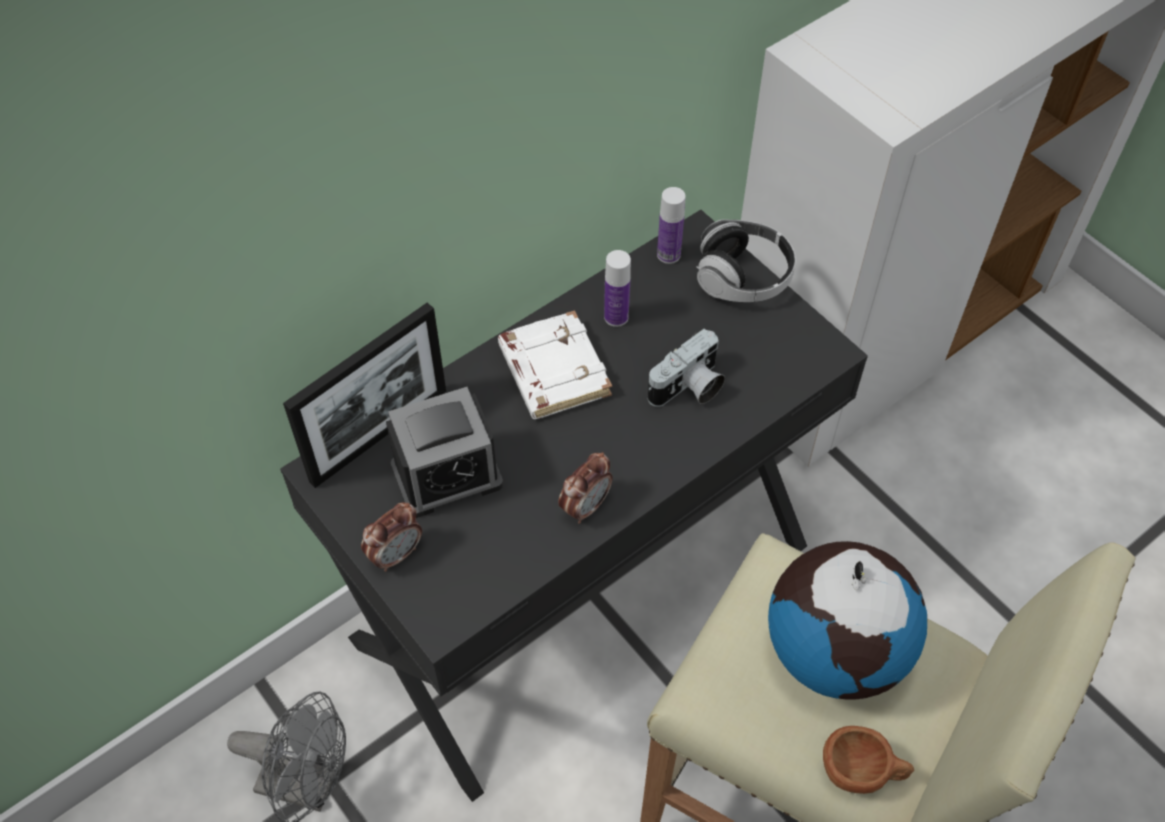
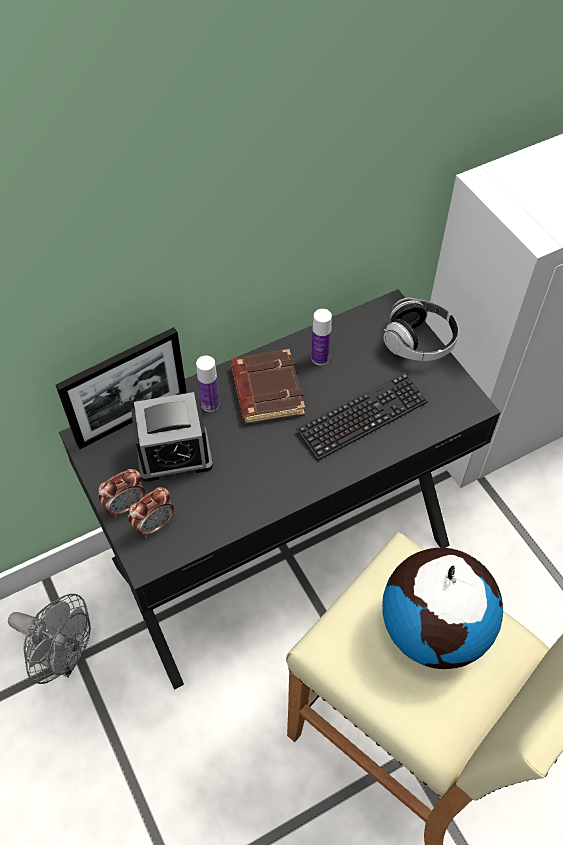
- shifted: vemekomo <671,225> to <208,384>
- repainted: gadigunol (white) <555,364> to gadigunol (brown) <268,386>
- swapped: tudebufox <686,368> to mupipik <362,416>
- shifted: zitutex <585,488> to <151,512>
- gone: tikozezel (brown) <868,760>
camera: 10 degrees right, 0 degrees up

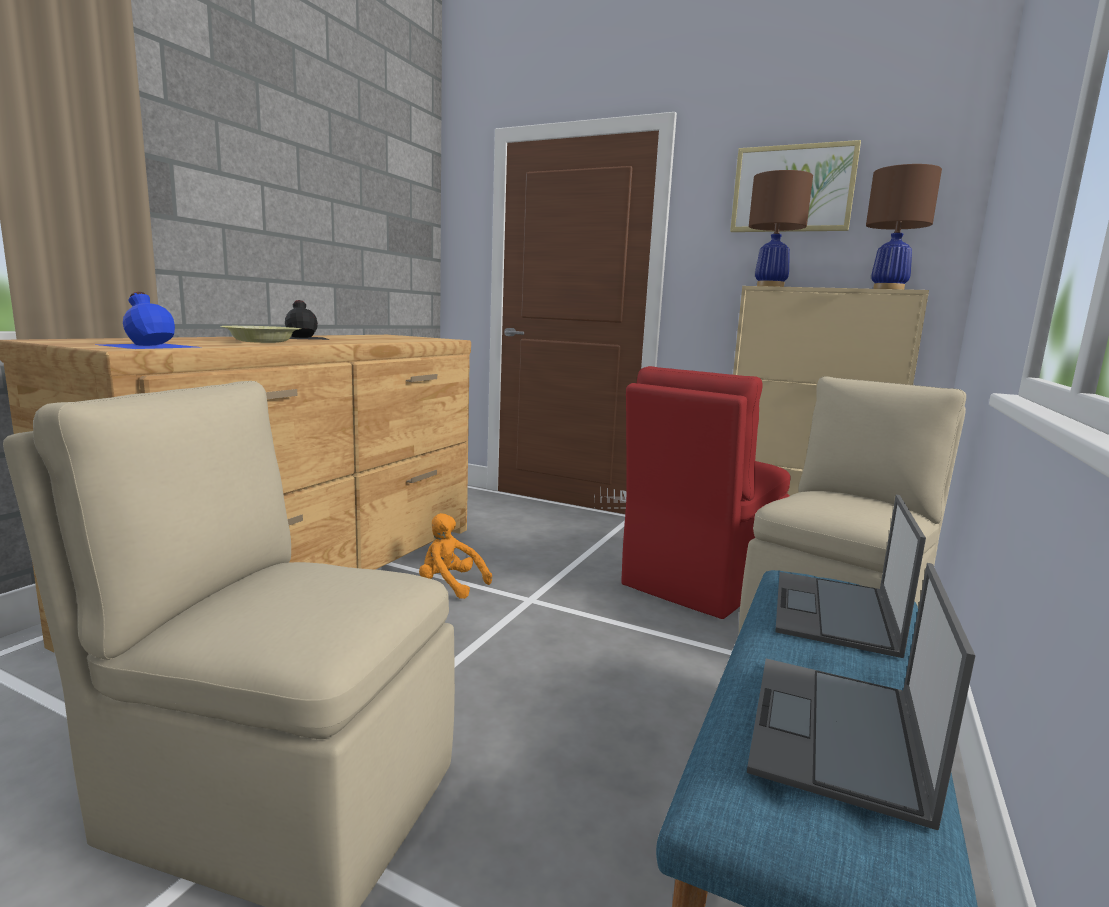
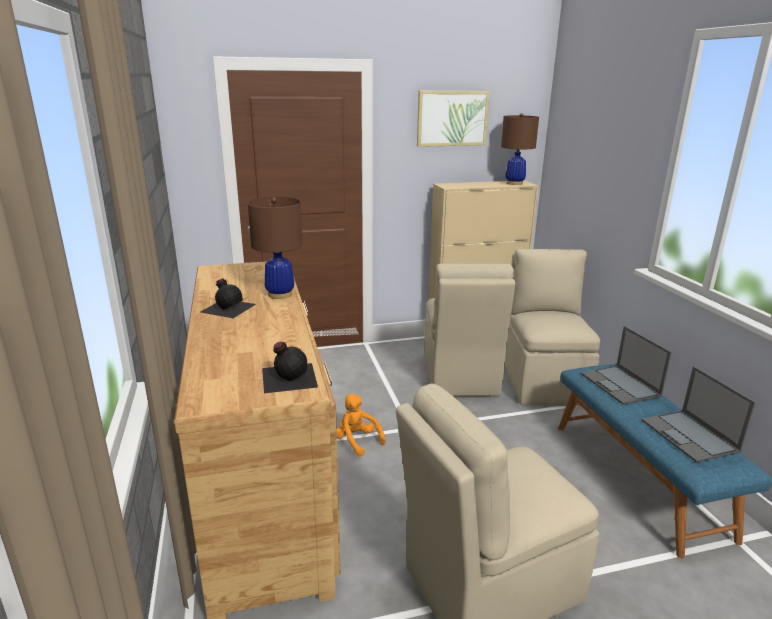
- shifted: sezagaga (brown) <781,228> to <275,248>
- repainted: vemekomo (blue) <147,320> to vemekomo (black) <290,367>
- gone: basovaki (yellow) <260,334>
- repainted: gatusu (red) <706,492> to gatusu (beige) <470,330>
- rotated: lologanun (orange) <455,556> = <361,425> 60 degrees clockwise
camera: 40 degrees left, 10 degrees up

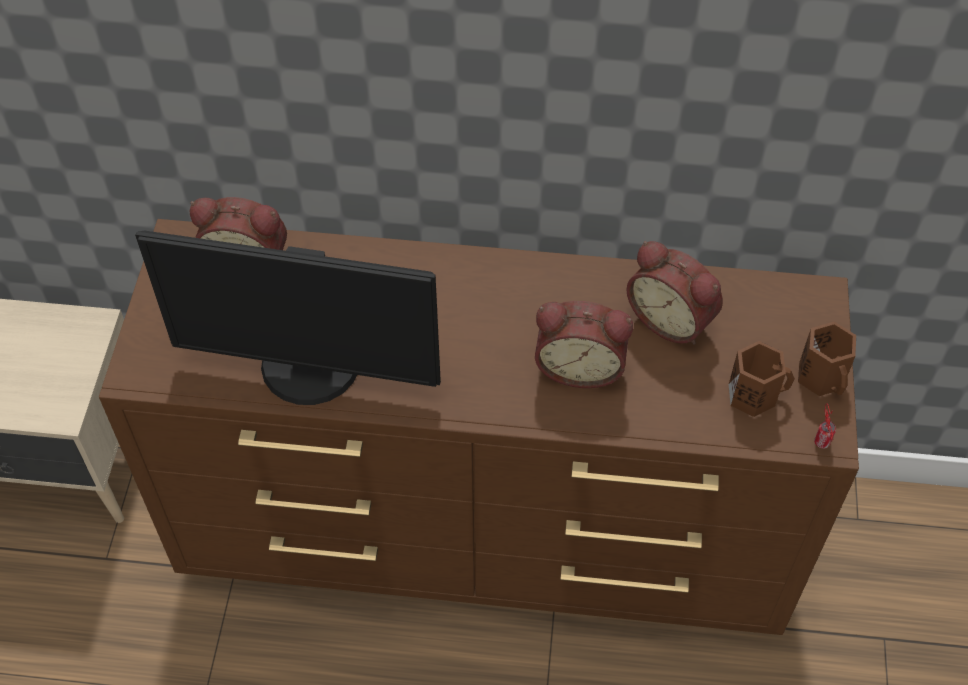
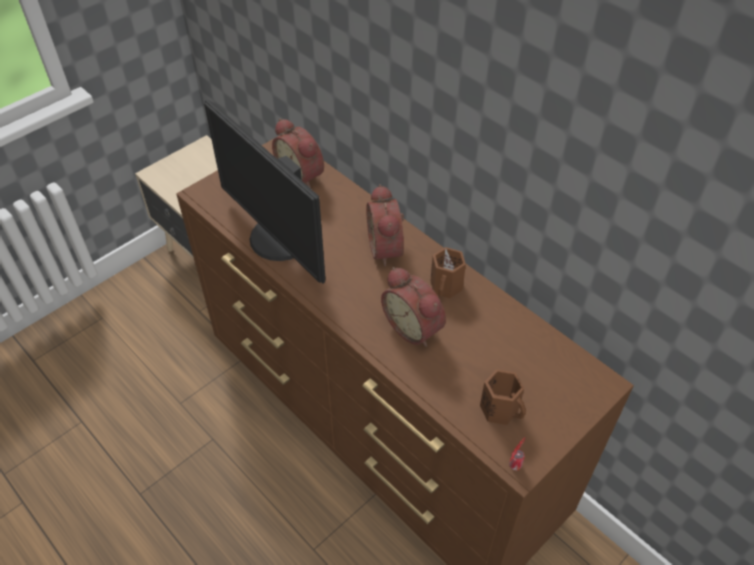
- shifted: zitutex <675,293> to <385,225>
- shifted: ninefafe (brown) <827,359> to <448,272>
camera: 40 degrees right, 5 degrees down

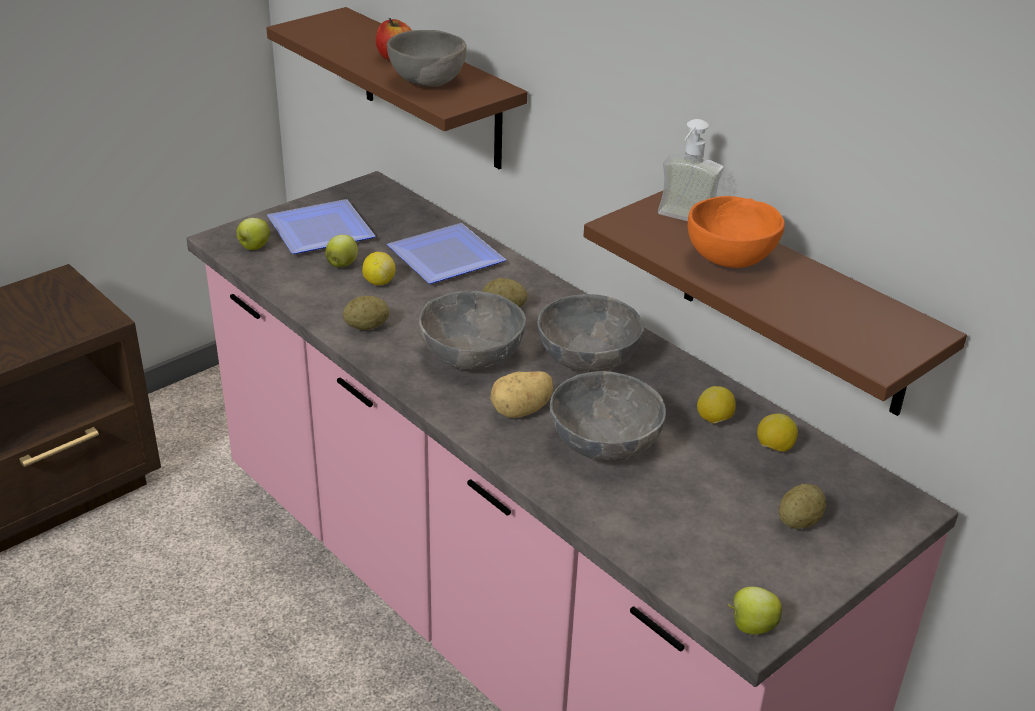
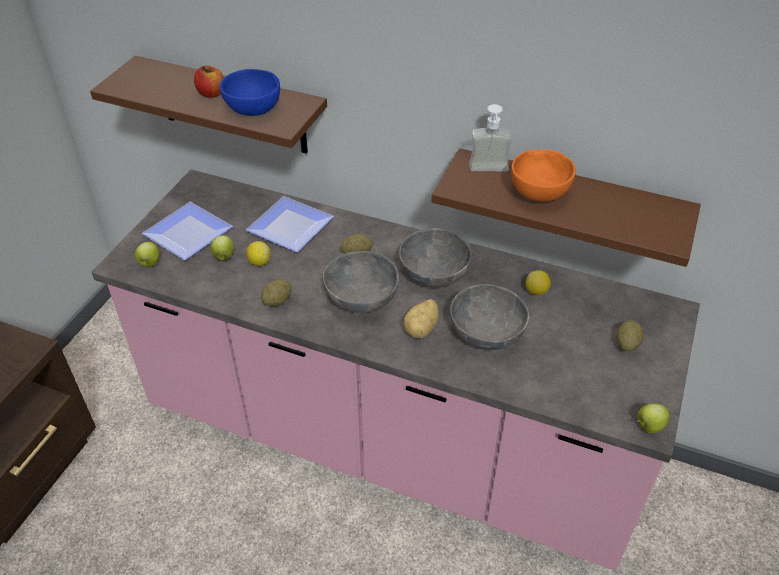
- repainted: basovaki (grey) <427,58> to basovaki (blue) <249,92>
- gone: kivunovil <777,433>
camera: 25 degrees left, 10 degrees up

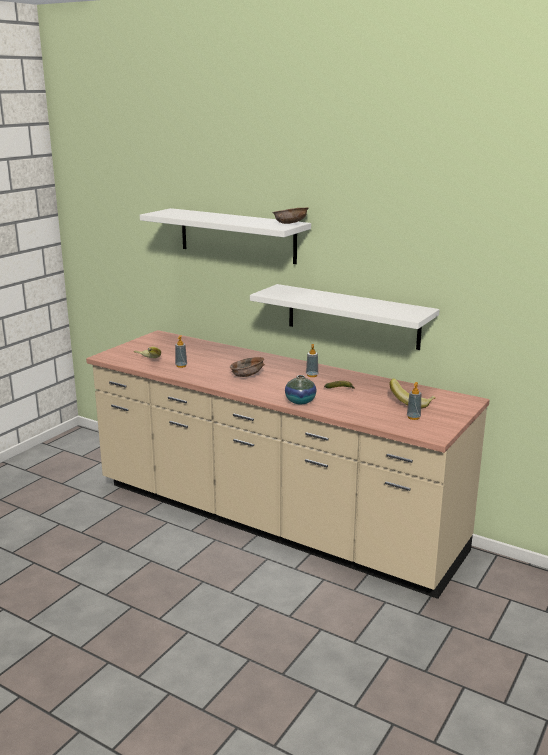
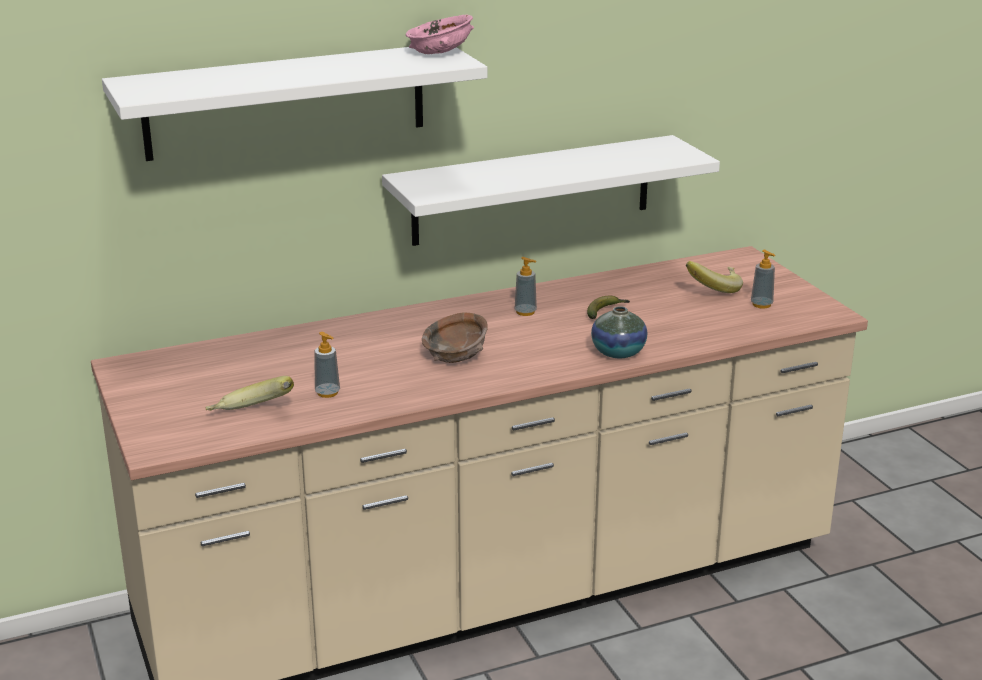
- repainted: basovaki (brown) <290,215> to basovaki (pink) <440,34>
camera: 55 degrees left, 5 degrees up

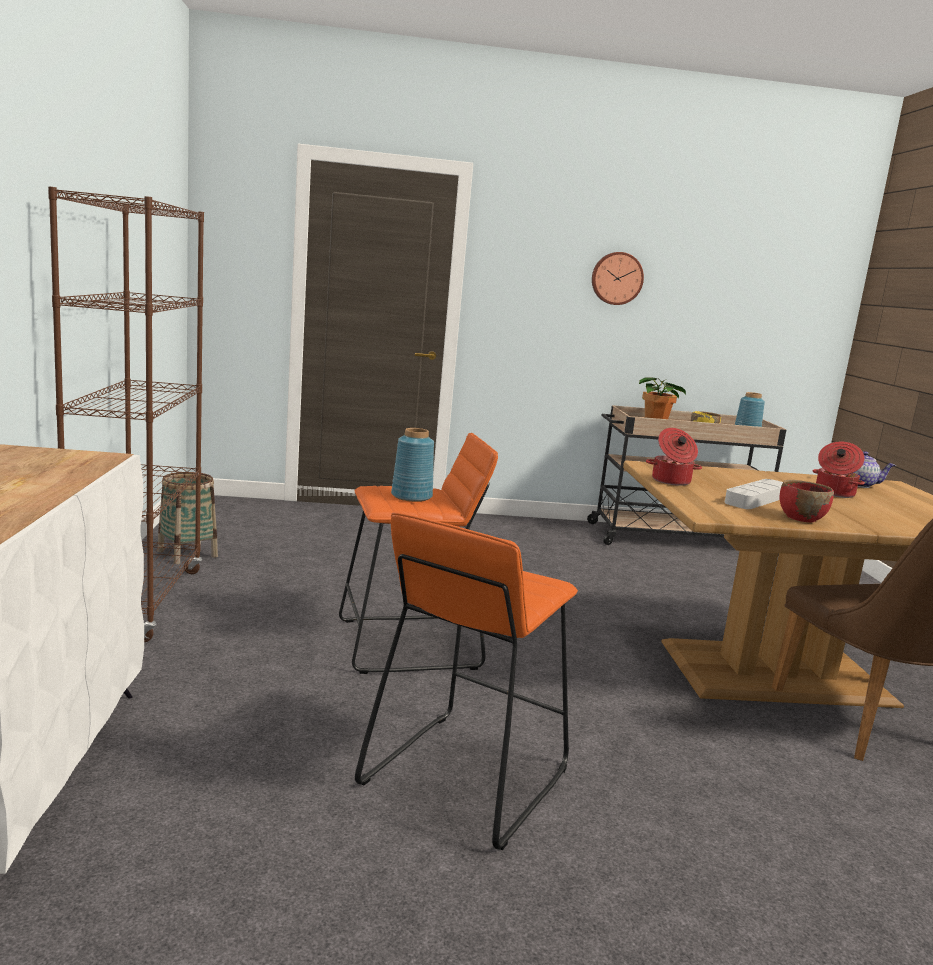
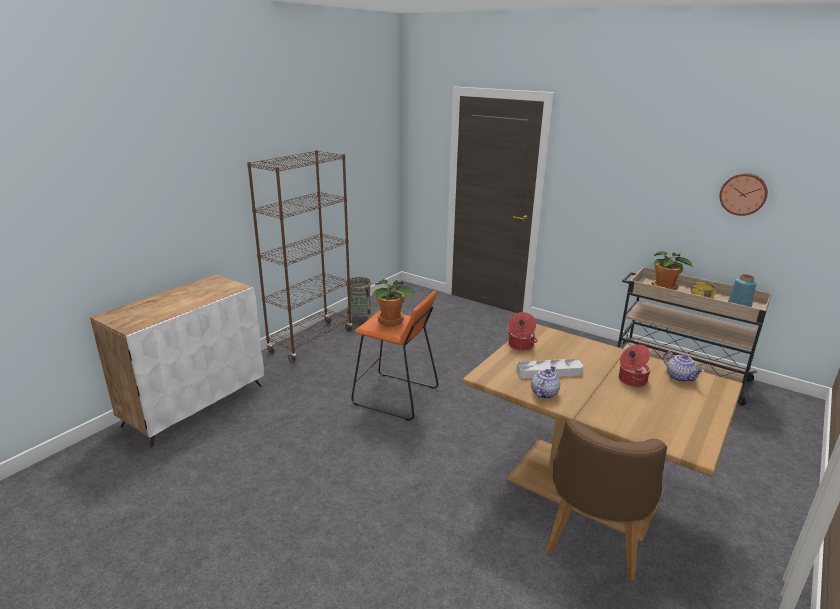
- shifted: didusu <618,278> to <743,194>
- swapped: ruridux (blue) <412,465> to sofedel <393,302>
- swapped: basovaki (red) <806,501> to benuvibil <545,382>
- gone: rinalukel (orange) <466,681>
camera: 40 degrees right, 10 degrees up

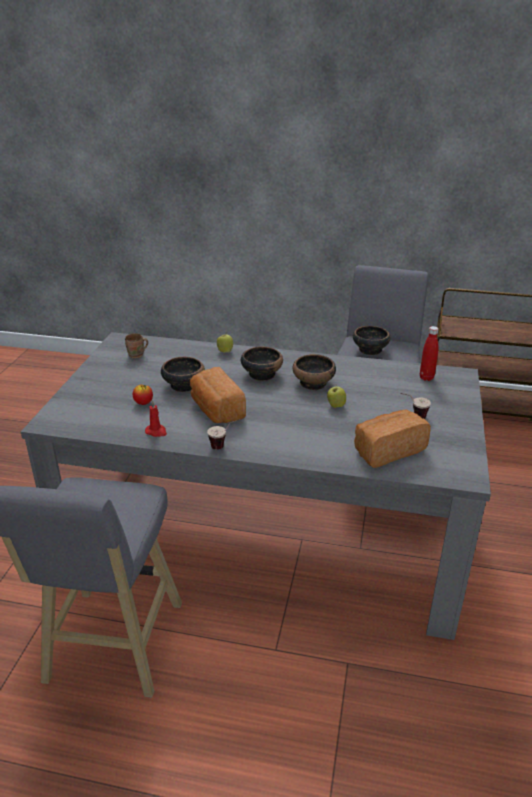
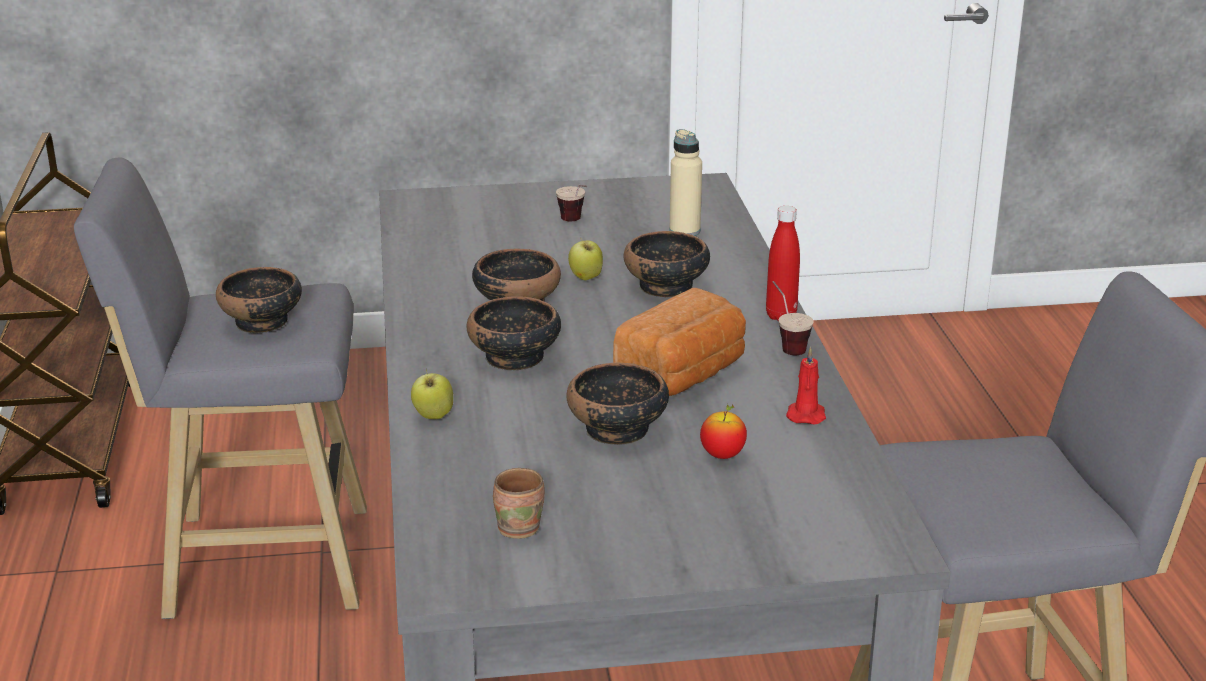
- shifted: vemekomo (red) <429,353> to <783,263>
- swapped: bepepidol <392,439> to vemekomo (beige) <685,182>
- new: basovaki <666,264>
camera: 110 degrees left, 5 degrees down

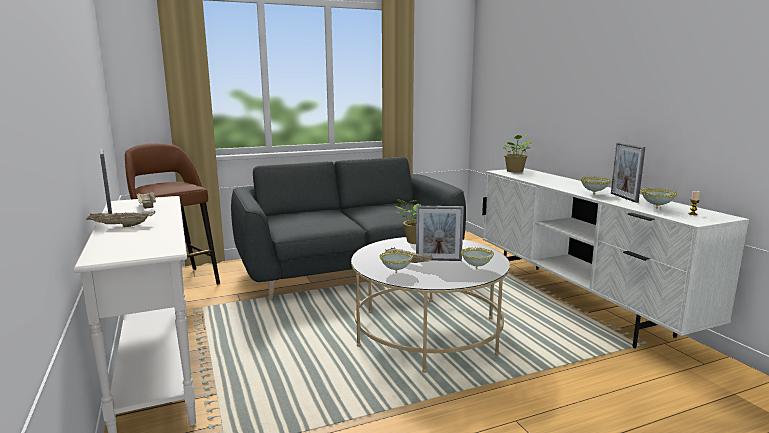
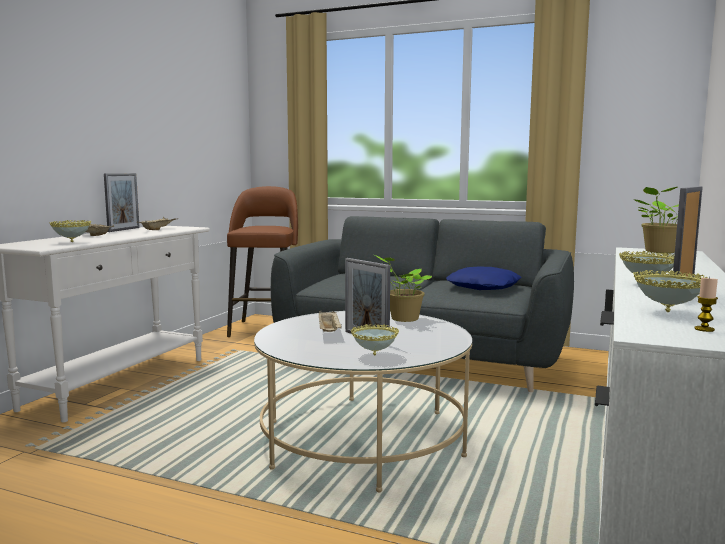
- shifted: basovaki <396,261> to <70,231>
- new: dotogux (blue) <484,278>
camera: 45 degrees right, 5 degrees down

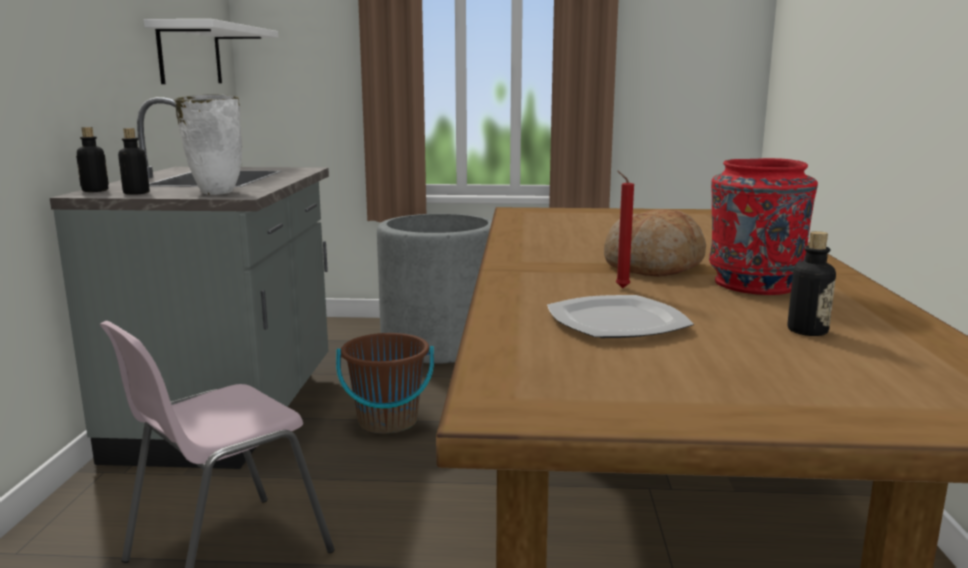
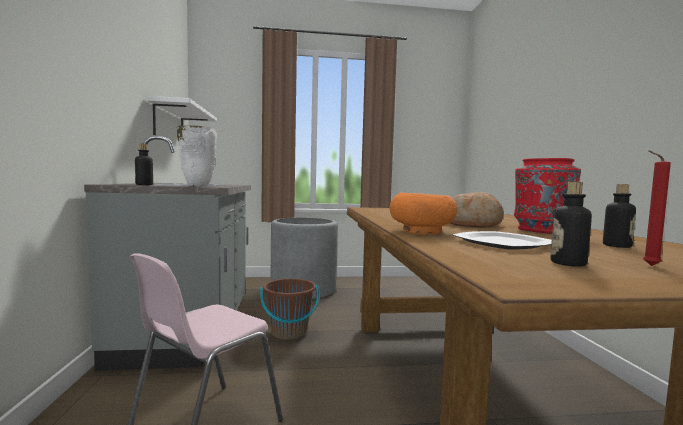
- shifted: vemekomo <92,159> to <571,224>
- shifted: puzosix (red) <625,229> to <657,208>
- new: basovaki (orange) <424,214>
camera: 10 degrees left, 10 degrees down

